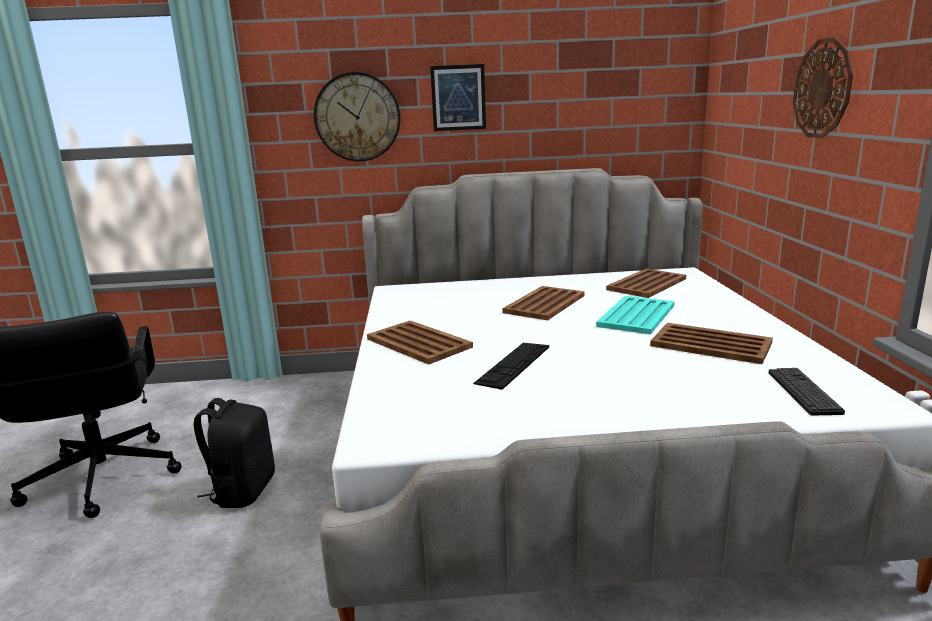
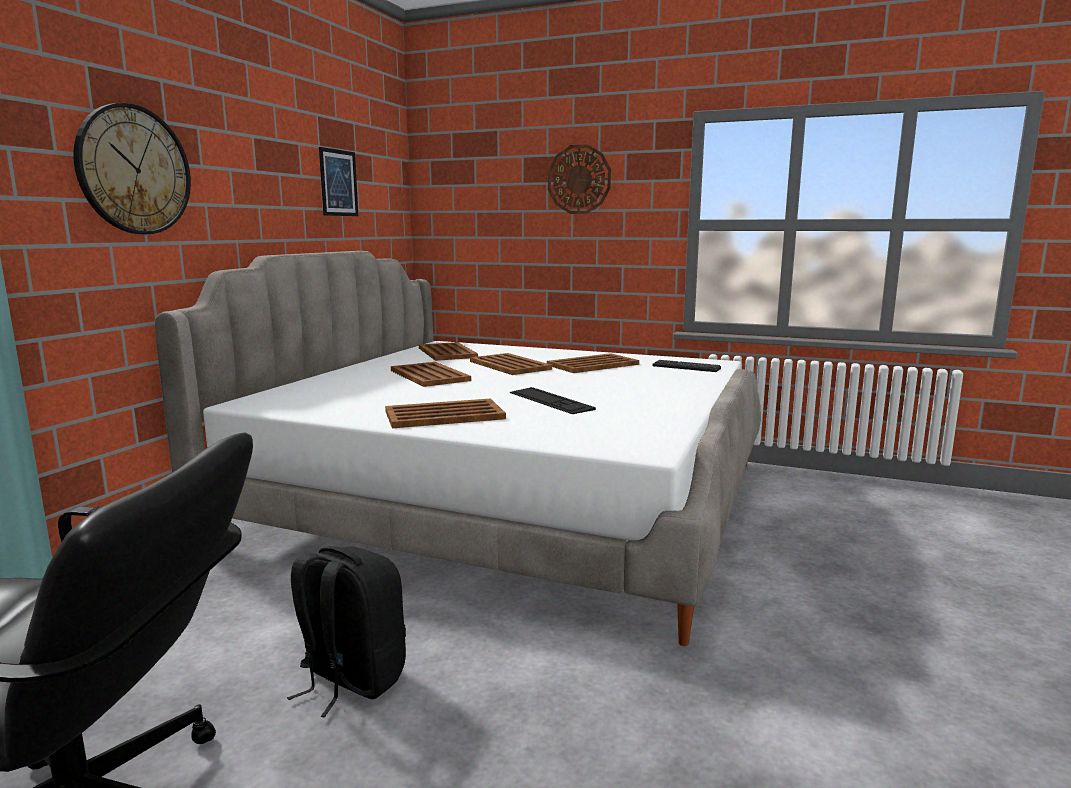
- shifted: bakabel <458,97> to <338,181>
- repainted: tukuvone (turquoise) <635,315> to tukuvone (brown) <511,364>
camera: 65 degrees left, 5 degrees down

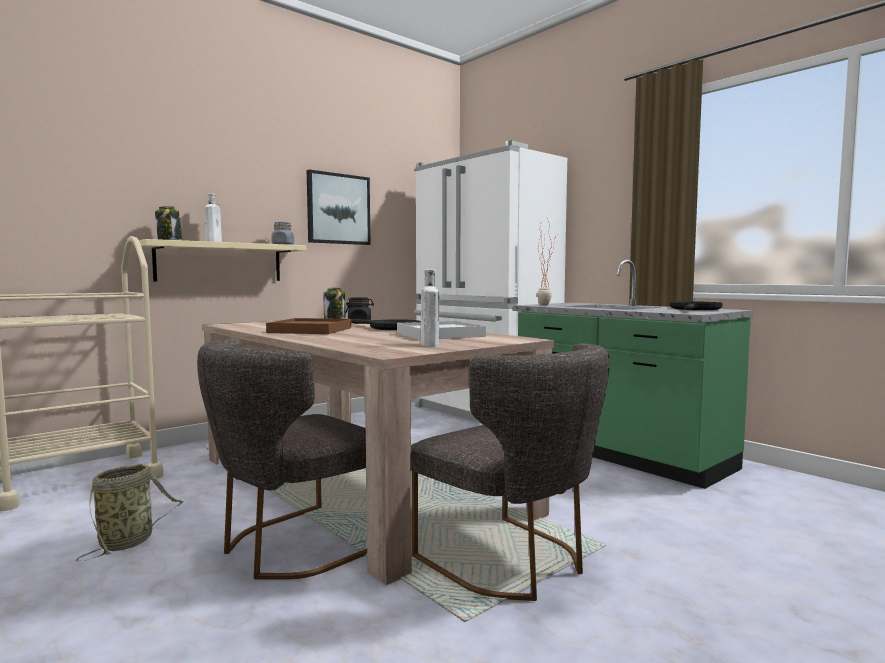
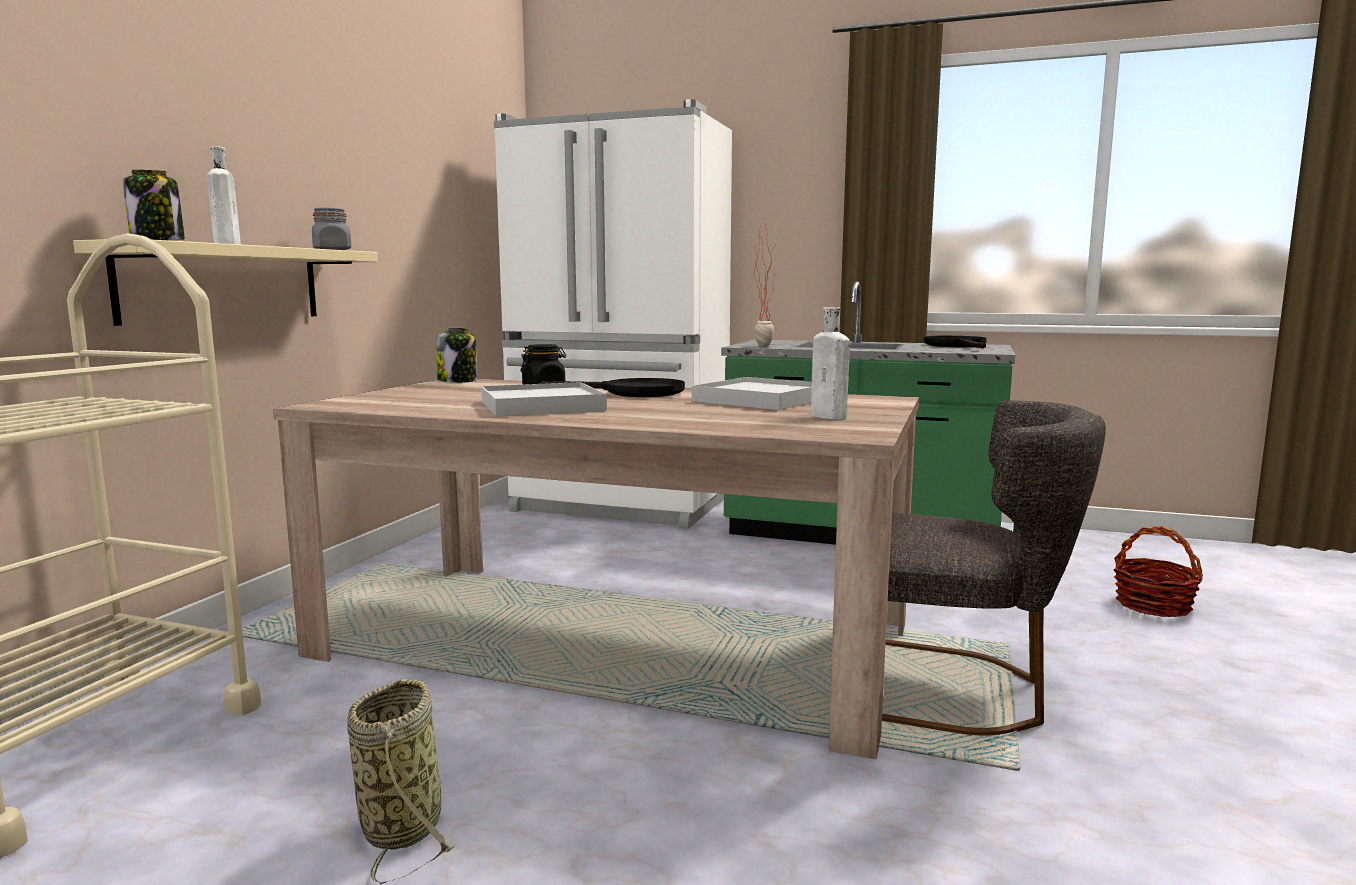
- gone: bakabel <338,207>
- repainted: tukuvone (brown) <308,326> to tukuvone (white) <544,399>
- gone: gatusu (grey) <282,458>
- new: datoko <1158,571>
camera: 30 degrees left, 5 degrees up

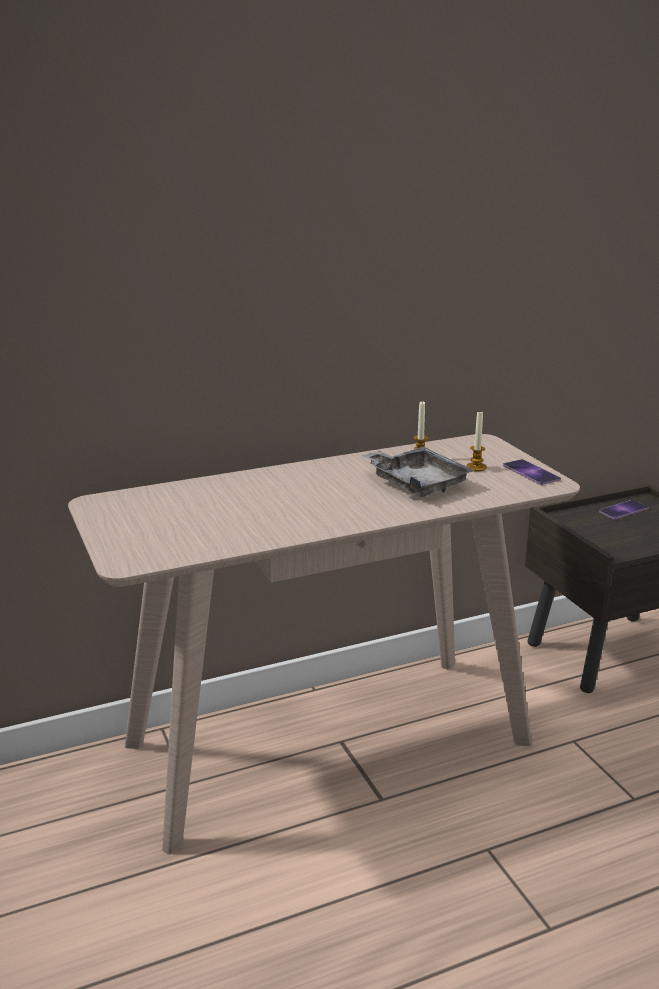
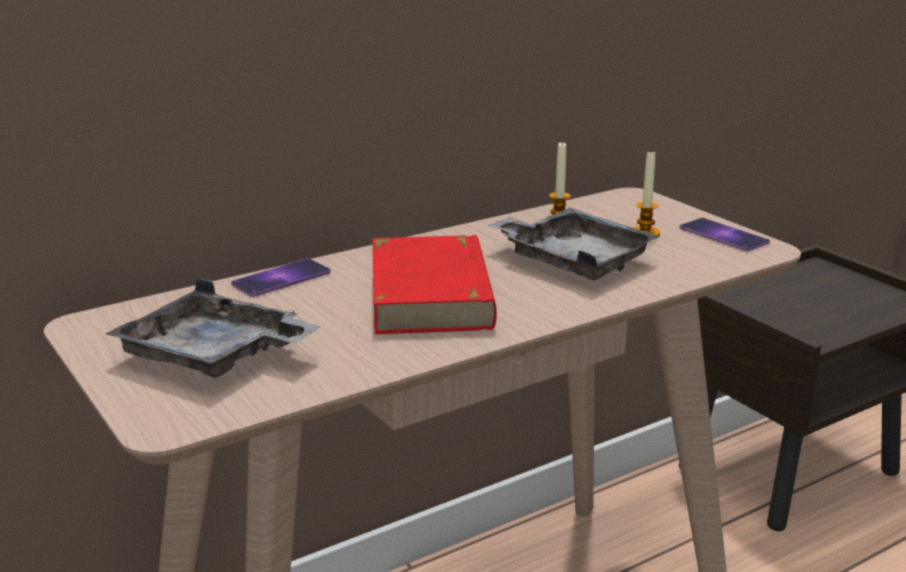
- shifted: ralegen <624,509> to <281,277>
- new: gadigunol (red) <434,284>
- new: tukuvone (grey) <213,328>
camera: 10 degrees left, 0 degrees up

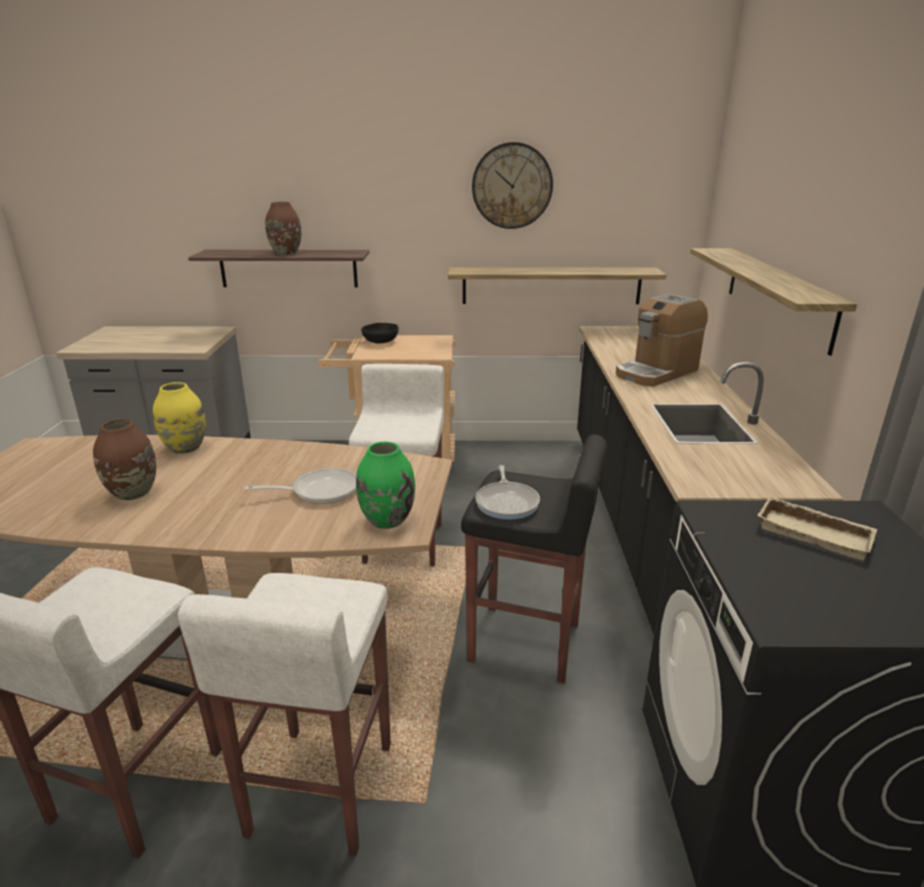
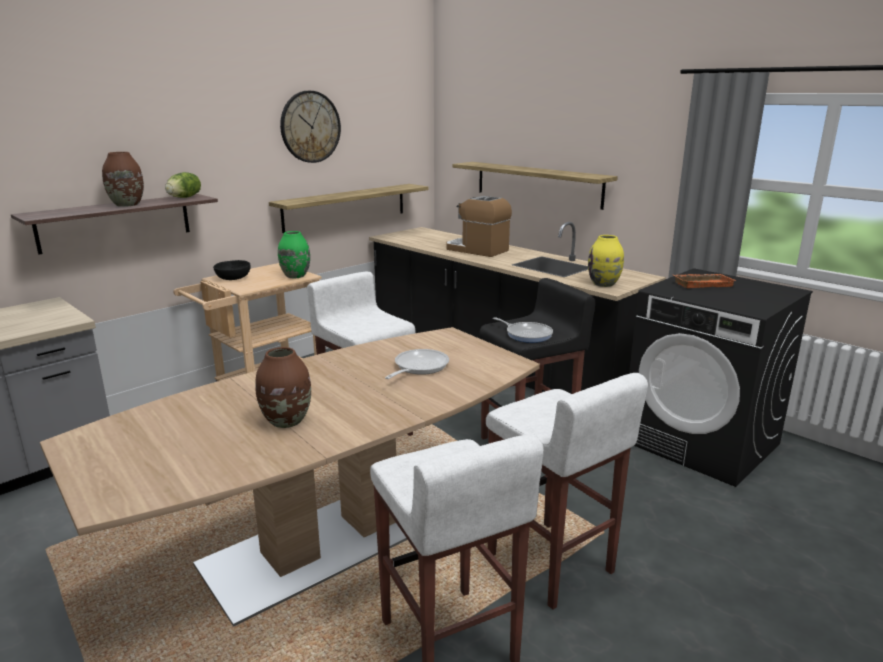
- rotated: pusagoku <662,339> = <479,226> 120 degrees clockwise
- shifted: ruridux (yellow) <179,418> to <606,261>
- shifted: ruridux (green) <385,485> to <294,254>
- repainted: tukuvone (beige) <817,528> to tukuvone (orange) <705,281>
- new: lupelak <183,185>
camera: 45 degrees left, 5 degrees down

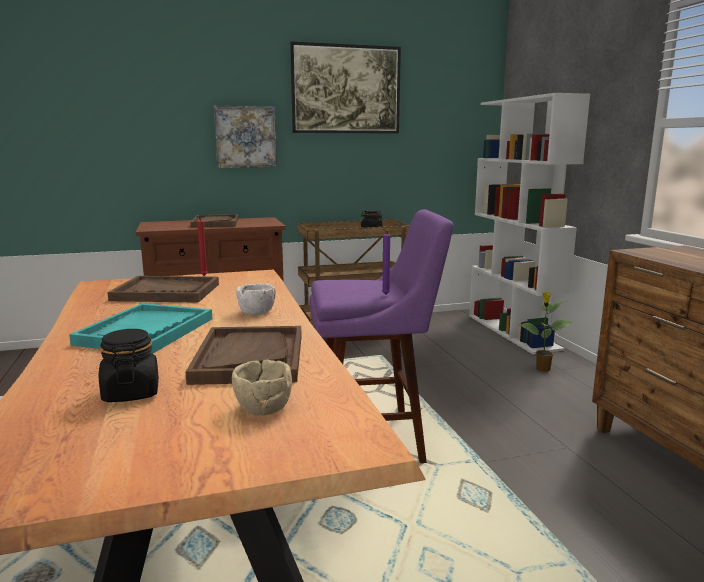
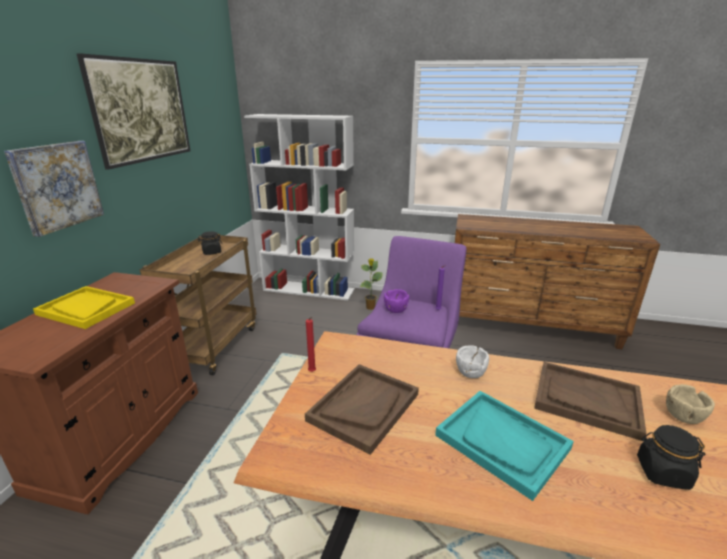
- repainted: tukuvone (brown) <214,221> to tukuvone (yellow) <84,307>
- new: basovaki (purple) <396,301>
camera: 60 degrees left, 10 degrees up

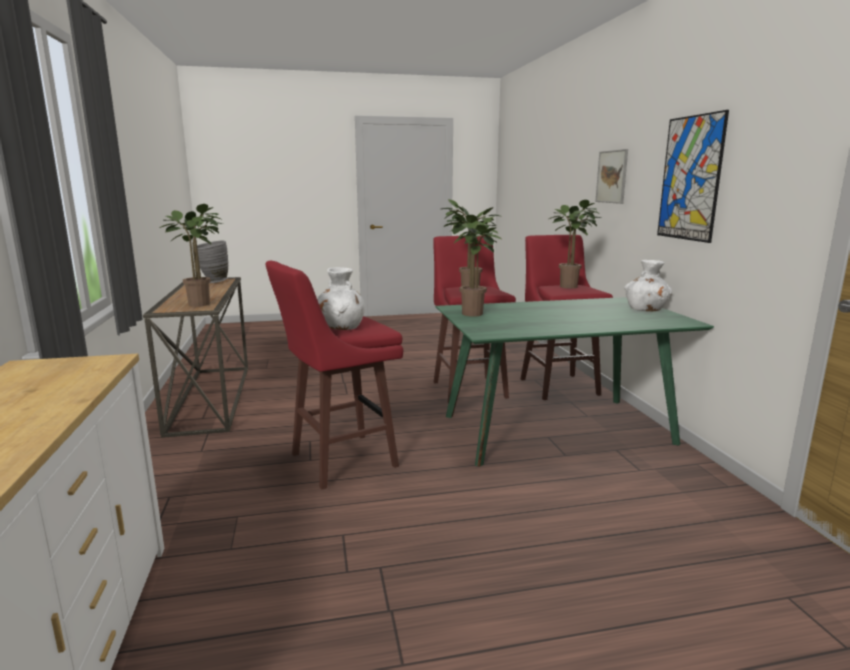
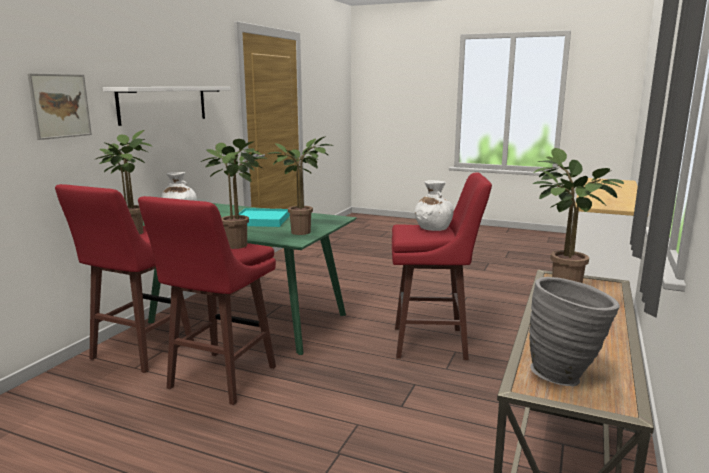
- swapped: bakabel <693,176> to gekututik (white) <167,106>
- new: tukuvone (turquoise) <264,217>
camera: 145 degrees left, 0 degrees up

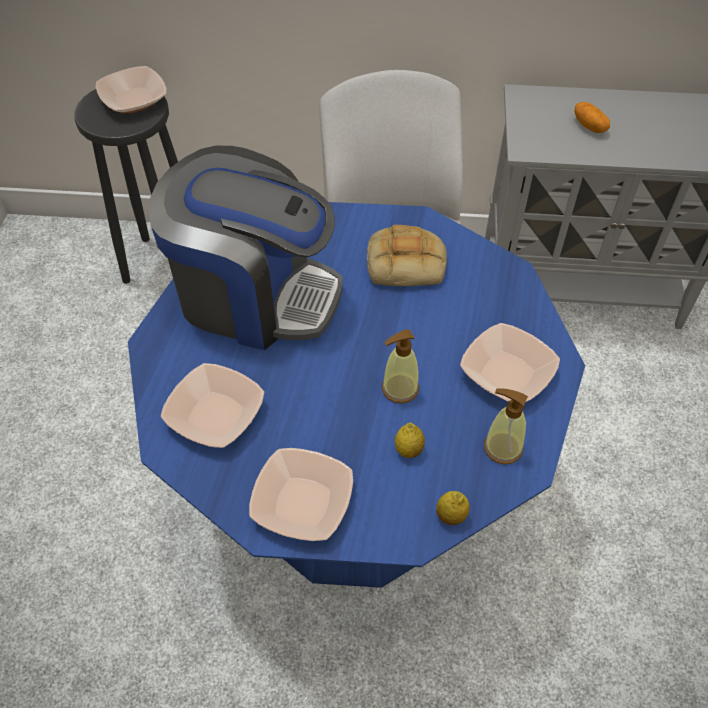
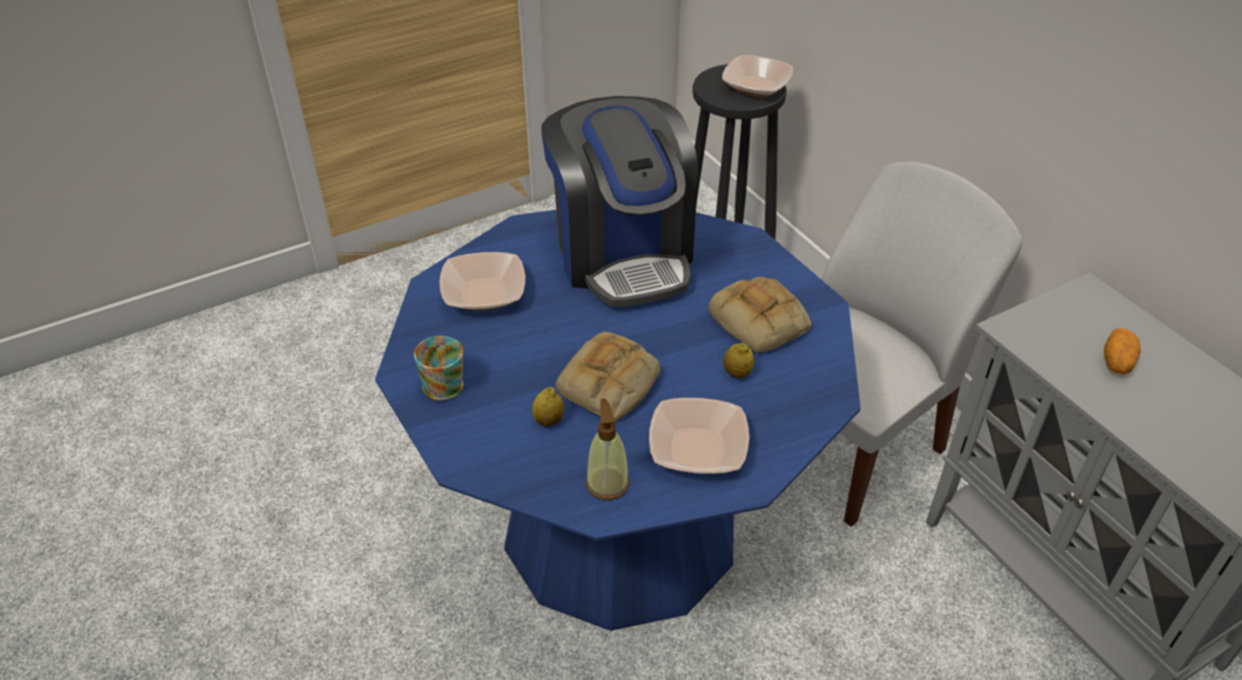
- swapped: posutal <400,366> to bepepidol <608,376>
- swapped: basovaki <301,494> to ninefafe <438,368>
- shifted: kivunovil <453,508> to <738,360>
camera: 55 degrees right, 10 degrees down

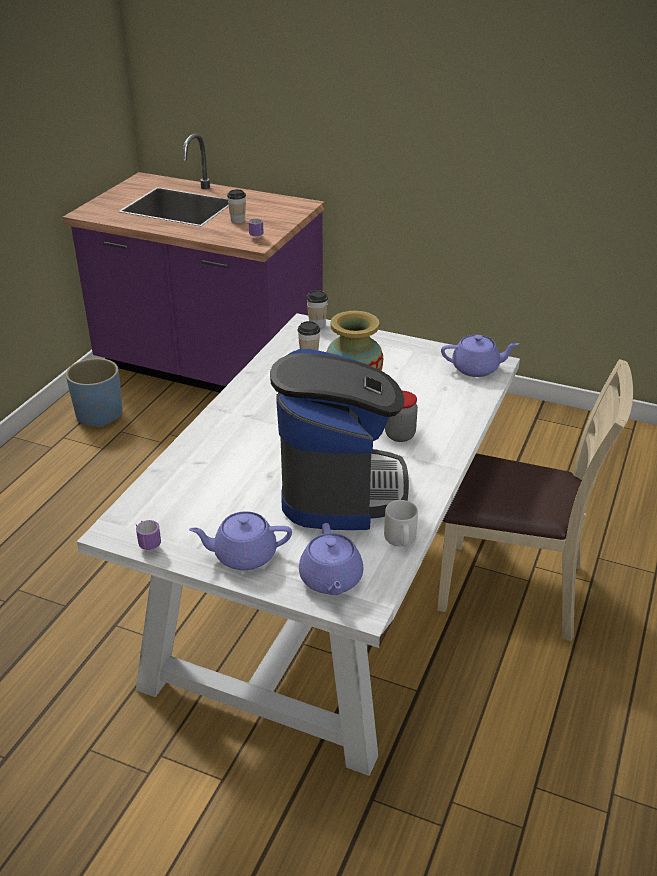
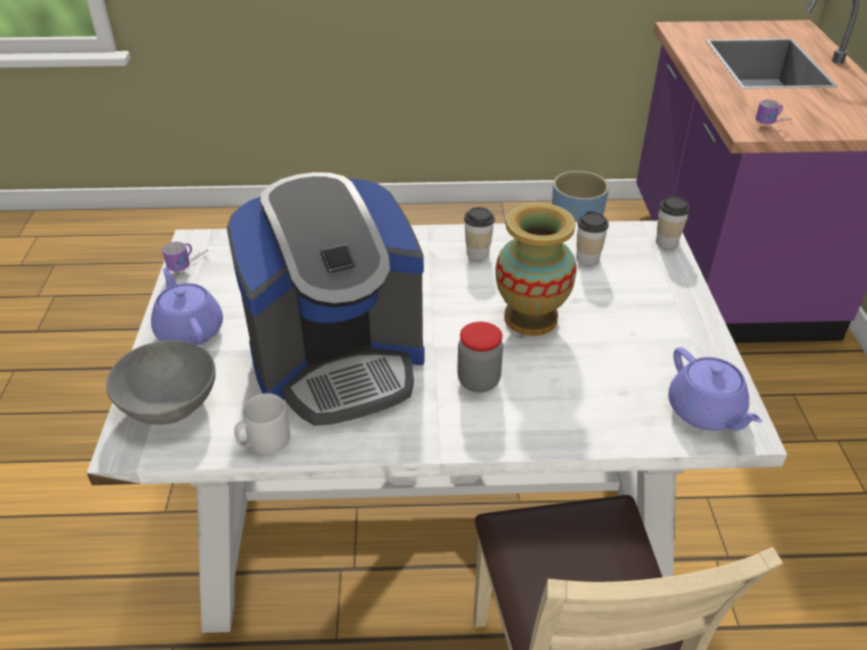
- shifted: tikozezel <236,206> to <479,233>
- swapped: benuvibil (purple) <331,559> to basovaki (grey) <161,382>
camera: 65 degrees right, 5 degrees up

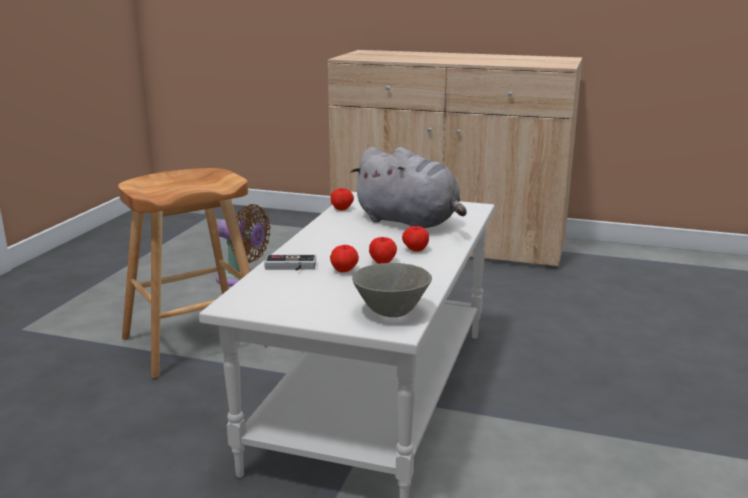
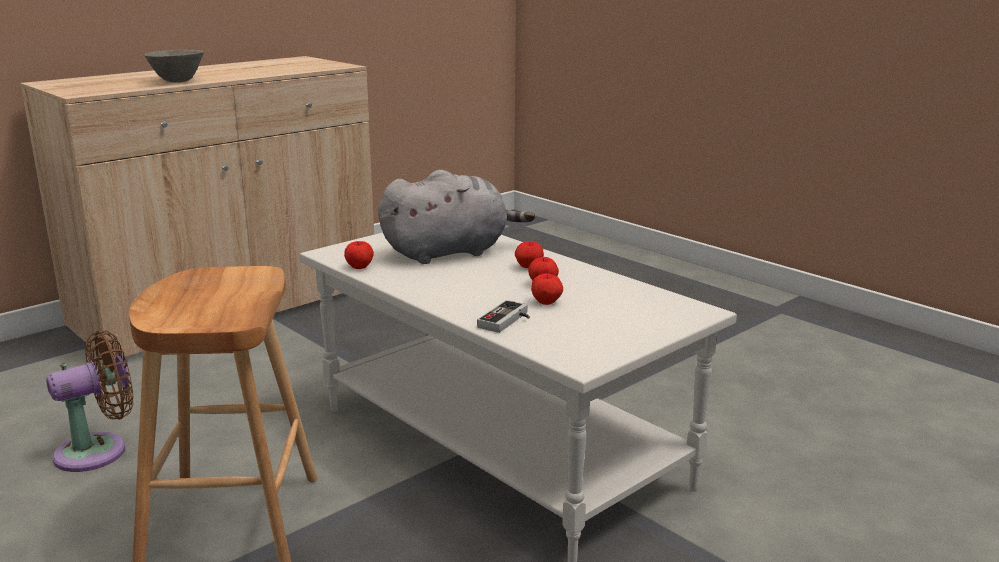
- shifted: basovaki (grey) <392,290> to <174,65>
camera: 60 degrees left, 0 degrees up

